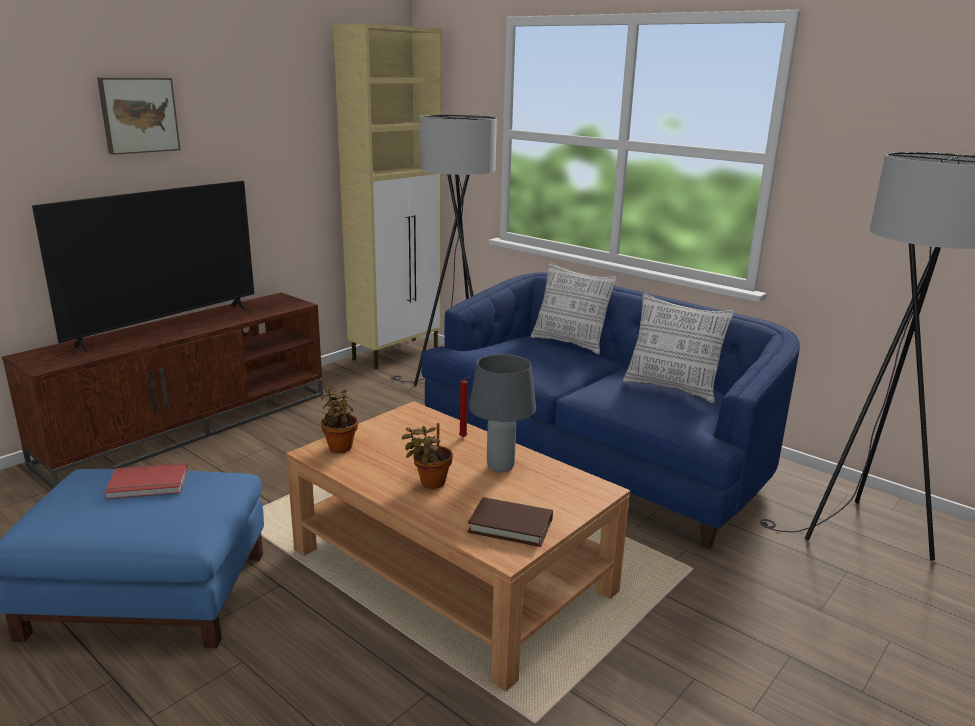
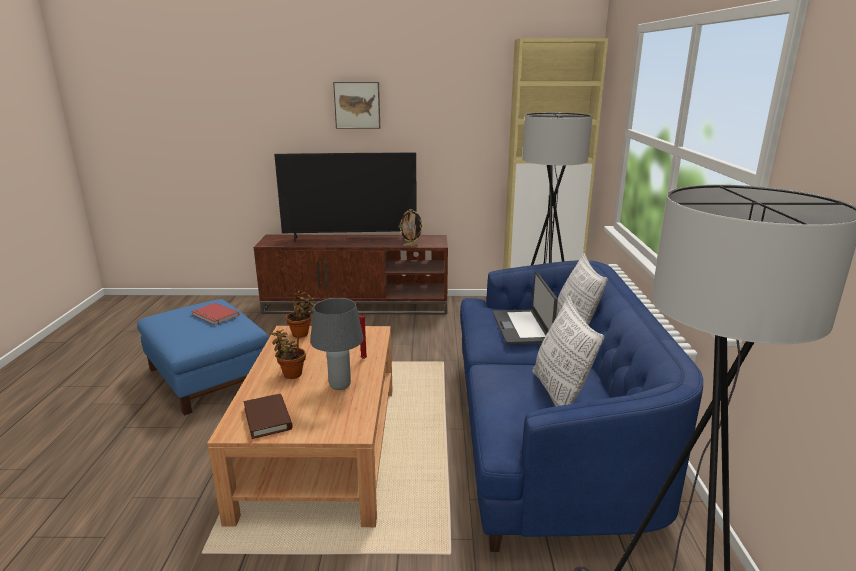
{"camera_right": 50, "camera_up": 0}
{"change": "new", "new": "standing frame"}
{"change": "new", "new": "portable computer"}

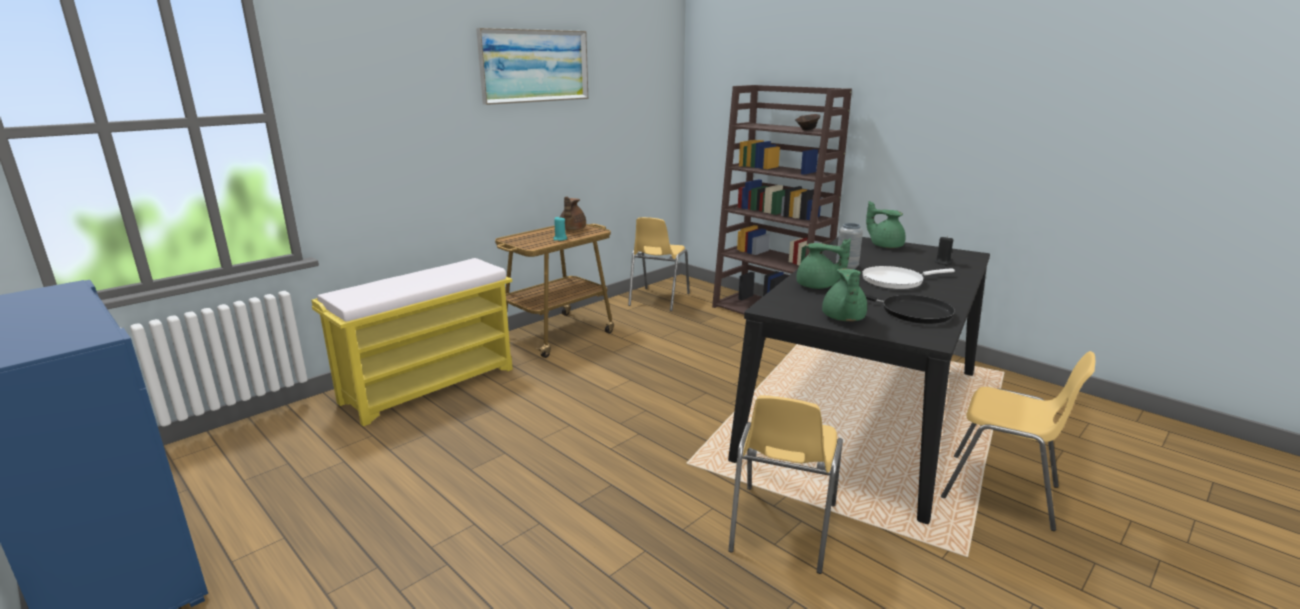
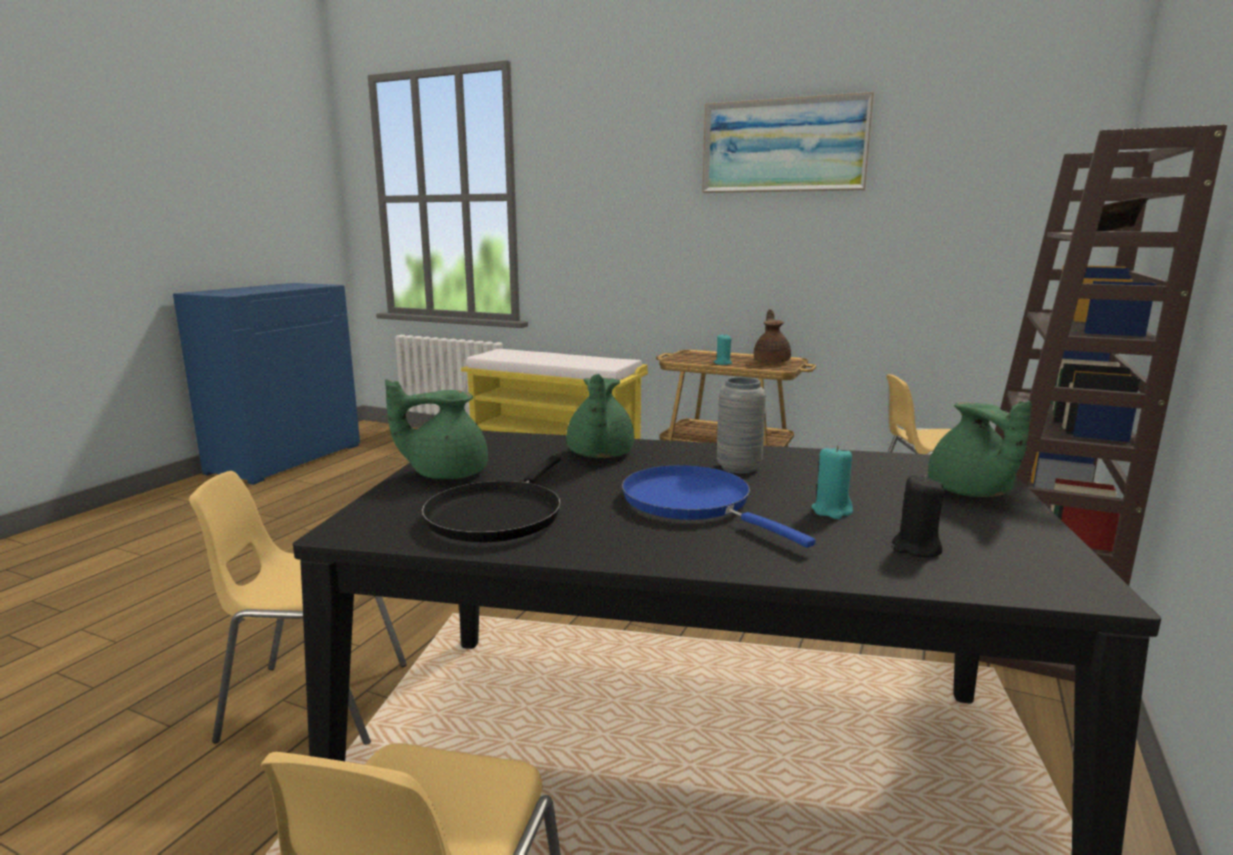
{"camera_right": 70, "camera_up": -5}
{"change": "rotated", "old": "tea pot (brown-coloured)", "degrees": 105}
{"change": "rotated", "old": "tea pot (green-coloured) (no. 3 from left)", "degrees": 150}
{"change": "repainted", "old": "skillet (whitish)", "new": "skillet (bluish)"}
{"change": "new", "new": "wax candle (turquoise) (no. 2 from left)"}

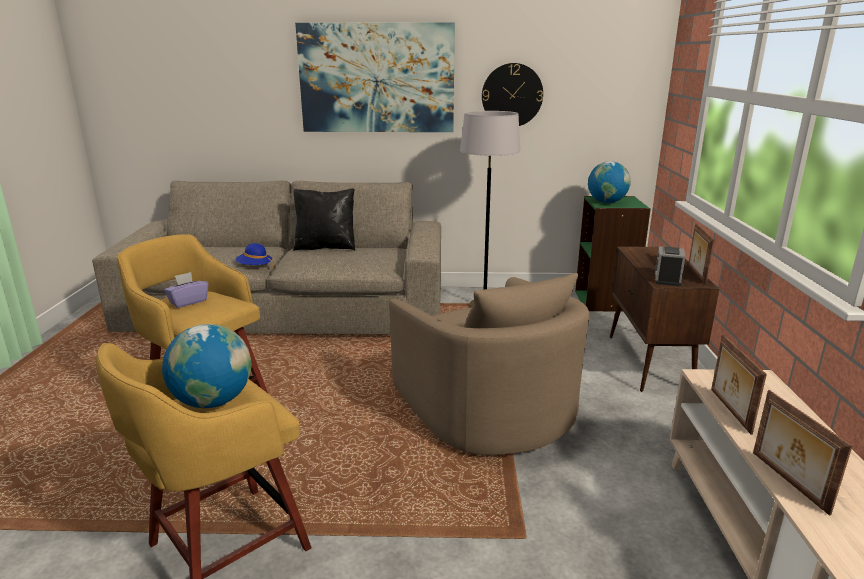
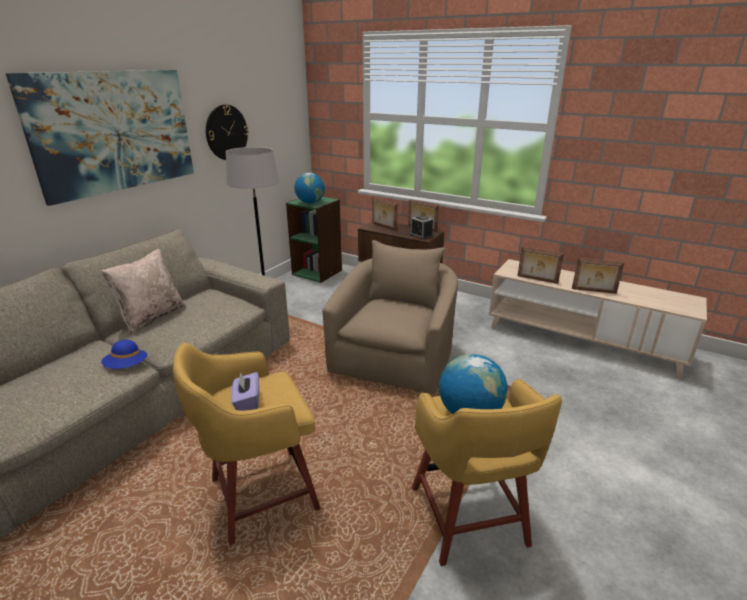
{"camera_right": -60, "camera_up": 5}
{"change": "repainted", "old": "throw pillow (black)", "new": "throw pillow (beige)"}
{"change": "rotated", "old": "armchair (beige)", "degrees": -75}
{"change": "new", "new": "standing frame (no. 1 from left)"}

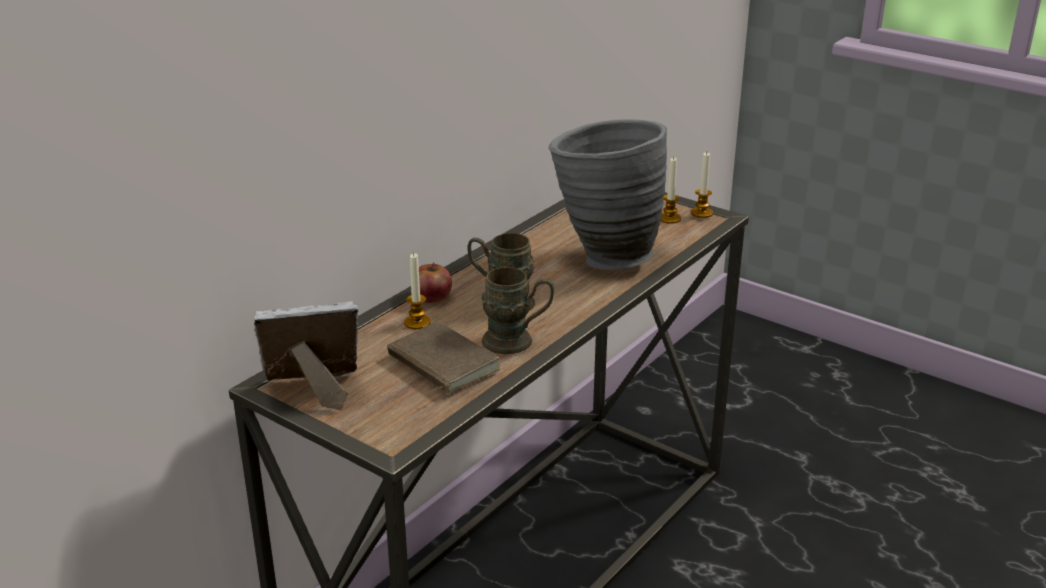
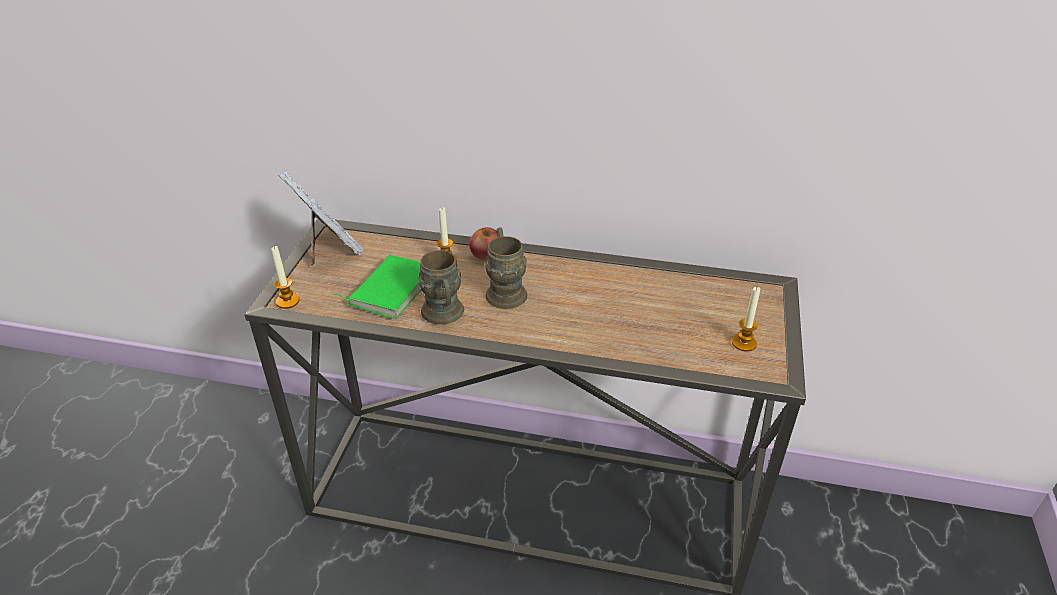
{"camera_right": 65, "camera_up": 10}
{"change": "gone", "old": "decorative vase (greyish)"}
{"change": "shifted", "old": "wax candle (no. 3 from left in the first image)", "new": "wax candle (no. 1 from left)"}
{"change": "repainted", "old": "bound book (brown-coloured)", "new": "bound book (green-coloured)"}

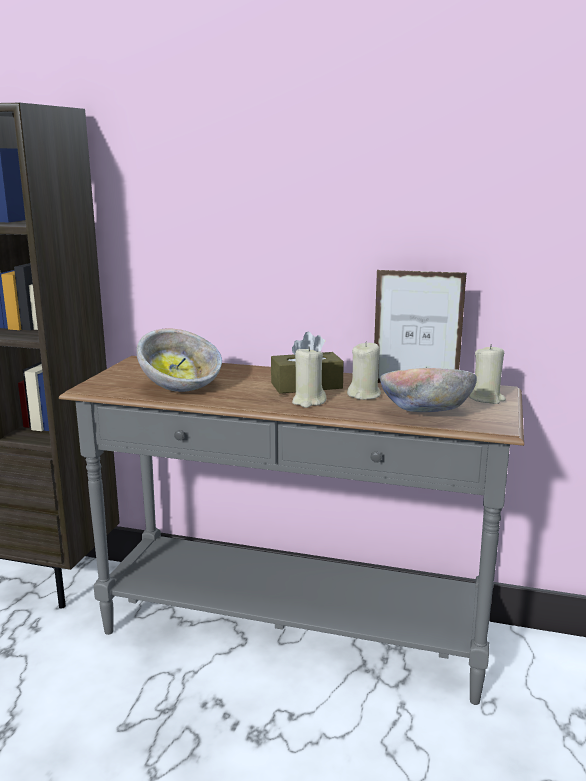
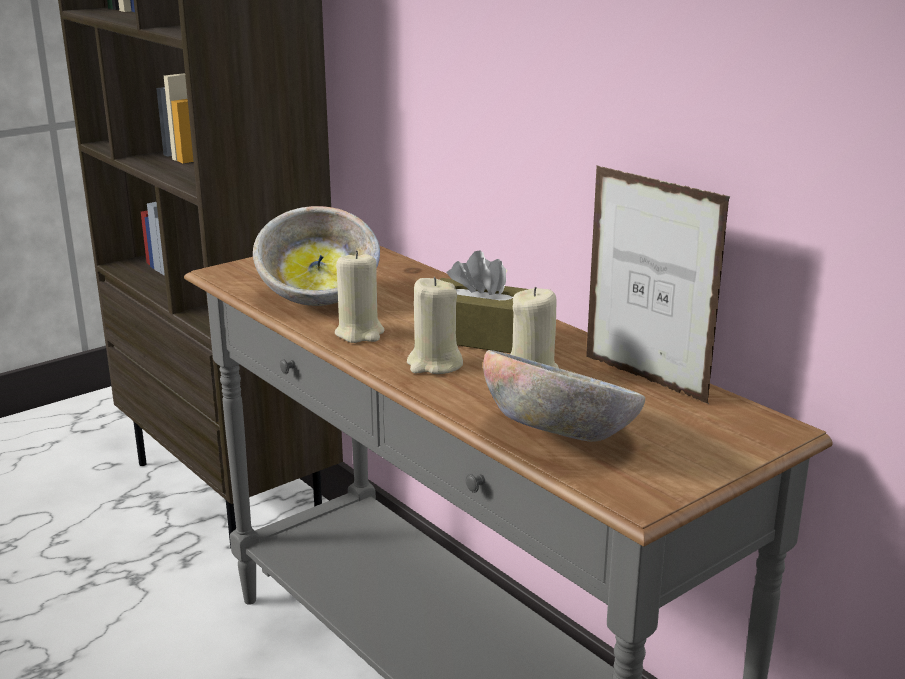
{"camera_right": 35, "camera_up": 5}
{"change": "shifted", "old": "wax candle (beige) (no. 3 from left in the first image)", "new": "wax candle (beige) (no. 1 from left)"}

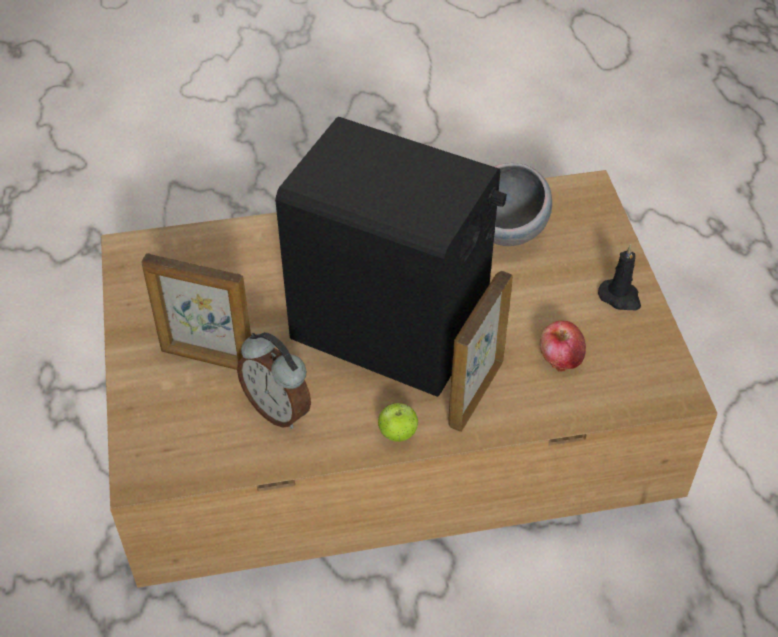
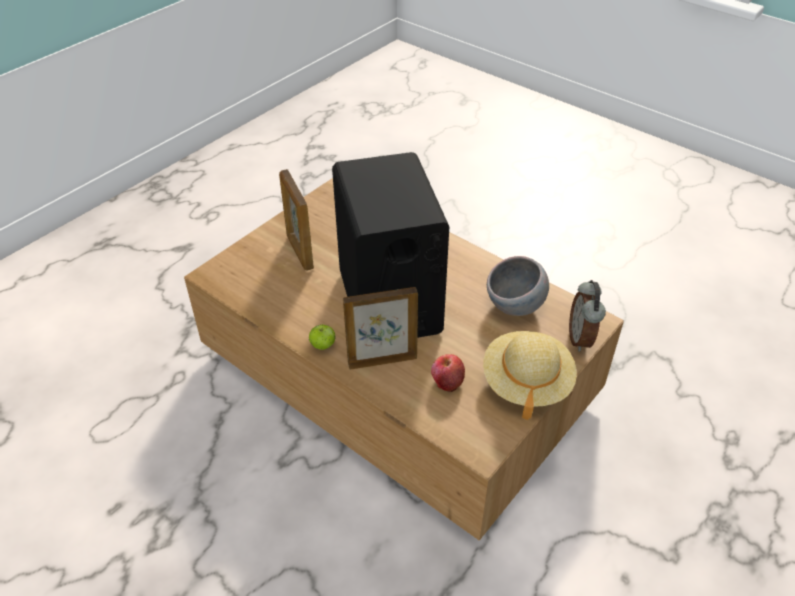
{"camera_right": 50, "camera_up": -5}
{"change": "swapped", "old": "wax candle (black)", "new": "wearable hat (beige)"}
{"change": "shifted", "old": "alarm clock"}

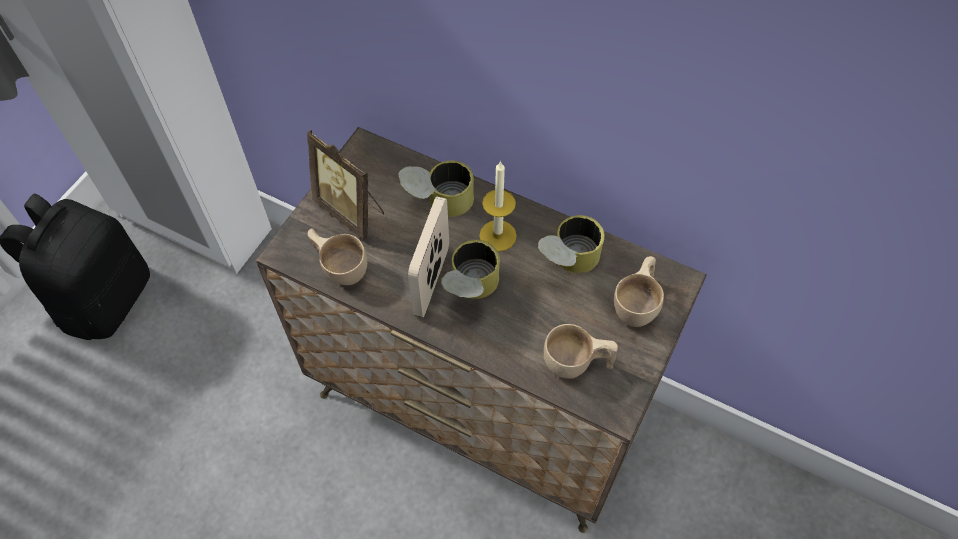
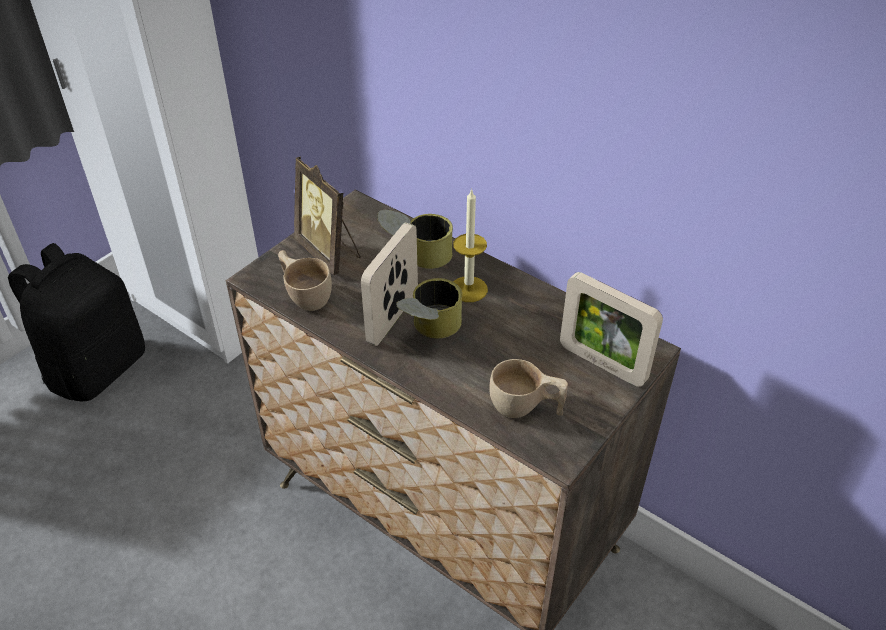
{"camera_right": 10, "camera_up": -15}
{"change": "gone", "old": "metal can (no. 3 from left)"}
{"change": "swapped", "old": "cup (beige) (no. 3 from left)", "new": "standing frame (no. 3 from left)"}

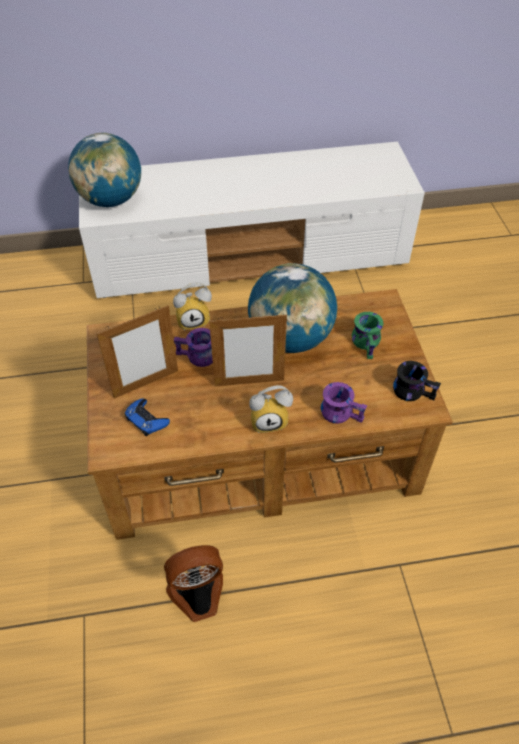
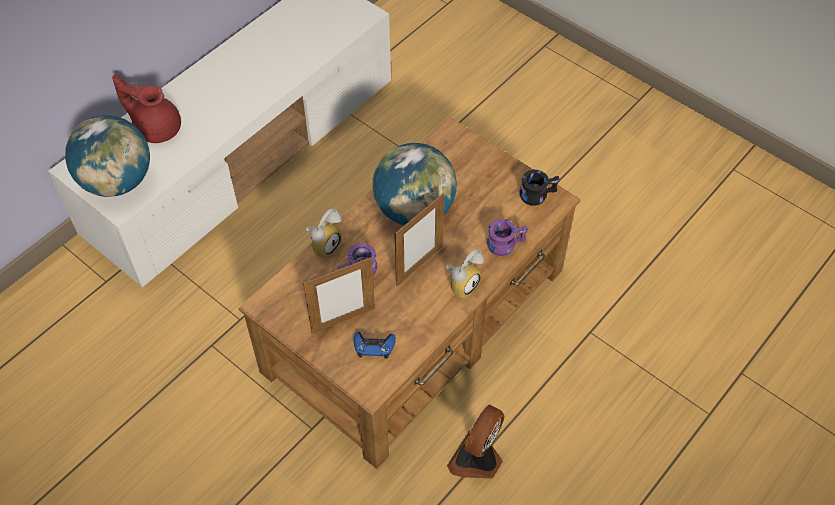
{"camera_right": -40, "camera_up": 5}
{"change": "rotated", "old": "standing frame (no. 1 from left)", "degrees": 45}
{"change": "gone", "old": "tea mug (green-coloured)"}
{"change": "new", "new": "tea pot (red)"}

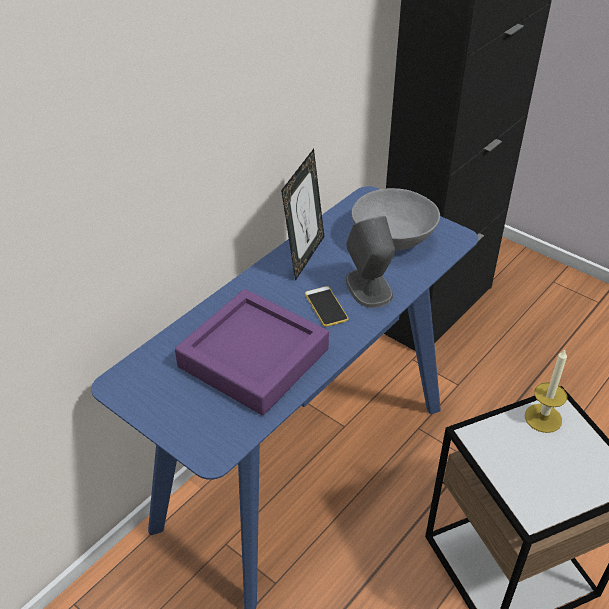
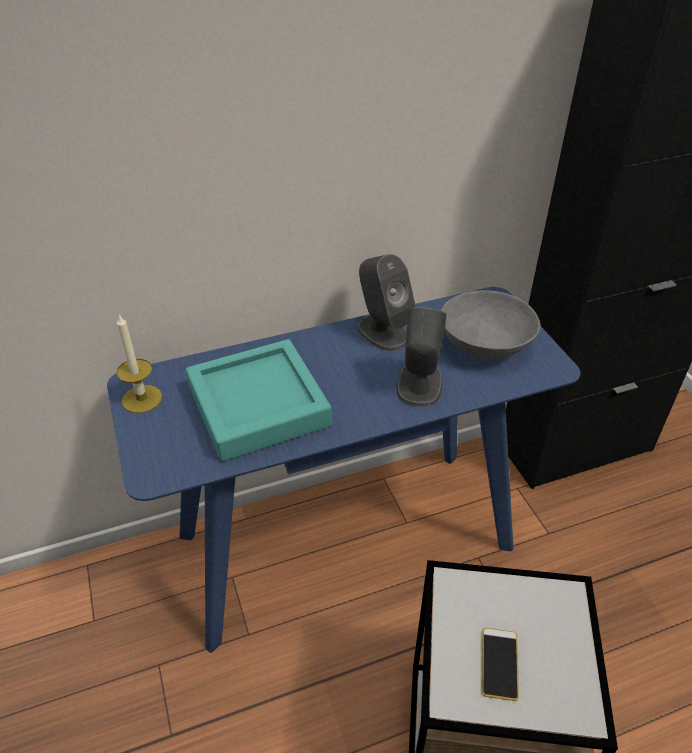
{"camera_right": 30, "camera_up": 0}
{"change": "swapped", "old": "standing frame", "new": "speaker (greyish) (no. 1 from left)"}
{"change": "shifted", "old": "telephone"}
{"change": "repainted", "old": "serving tray (purple)", "new": "serving tray (turquoise)"}
{"change": "shifted", "old": "wax candle"}

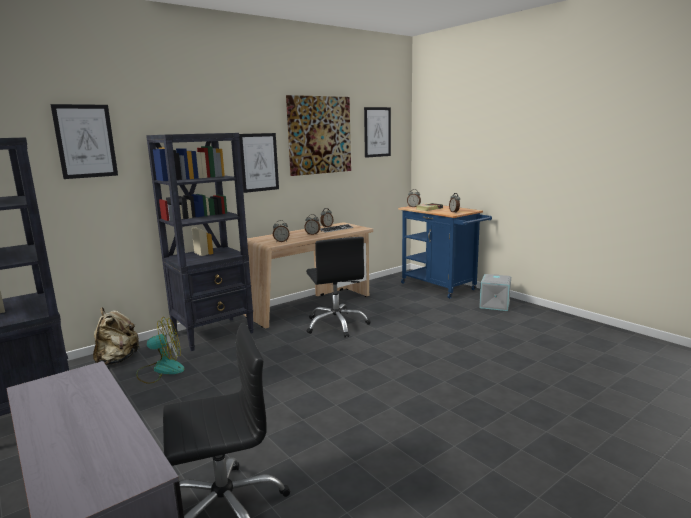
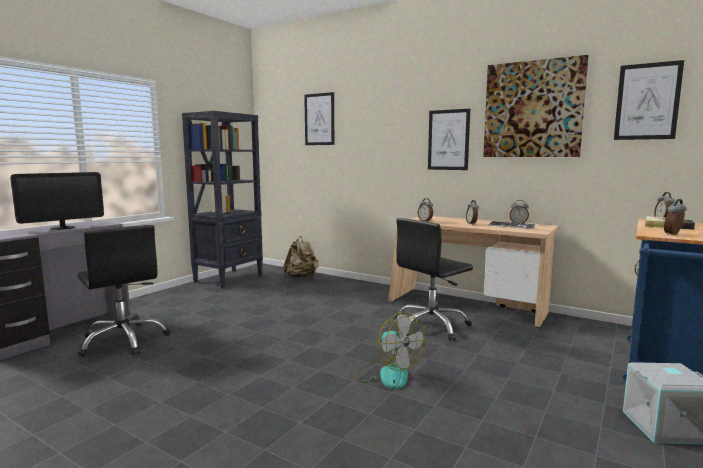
{"camera_right": 70, "camera_up": -5}
{"change": "gone", "old": "shelving unit (black) (no. 2 from left)"}
{"change": "shifted", "old": "cooling fan"}
{"change": "new", "new": "monitor"}

